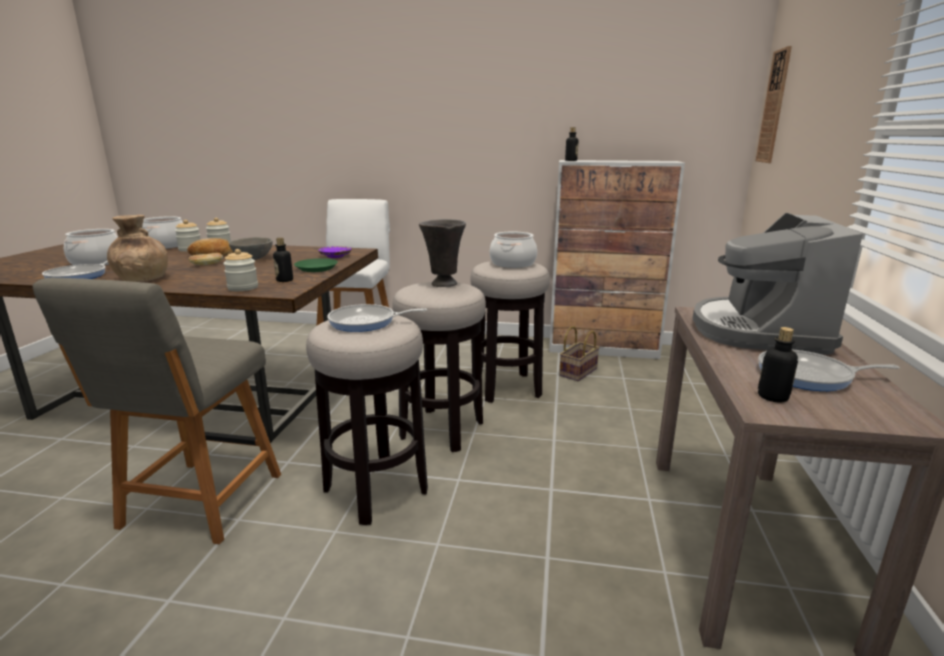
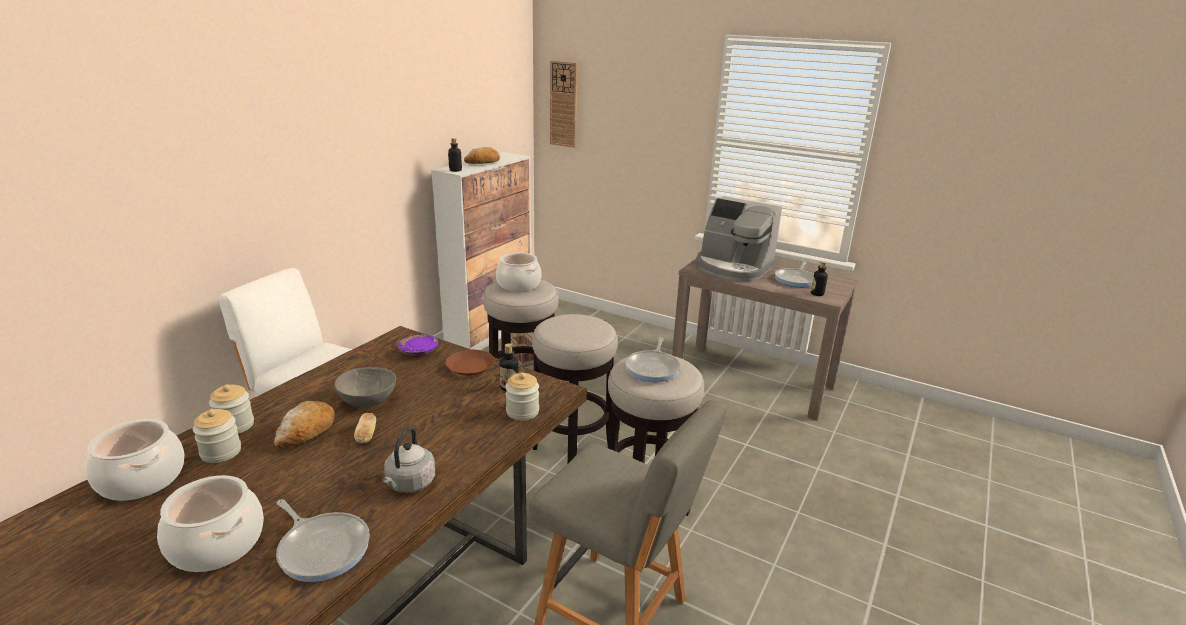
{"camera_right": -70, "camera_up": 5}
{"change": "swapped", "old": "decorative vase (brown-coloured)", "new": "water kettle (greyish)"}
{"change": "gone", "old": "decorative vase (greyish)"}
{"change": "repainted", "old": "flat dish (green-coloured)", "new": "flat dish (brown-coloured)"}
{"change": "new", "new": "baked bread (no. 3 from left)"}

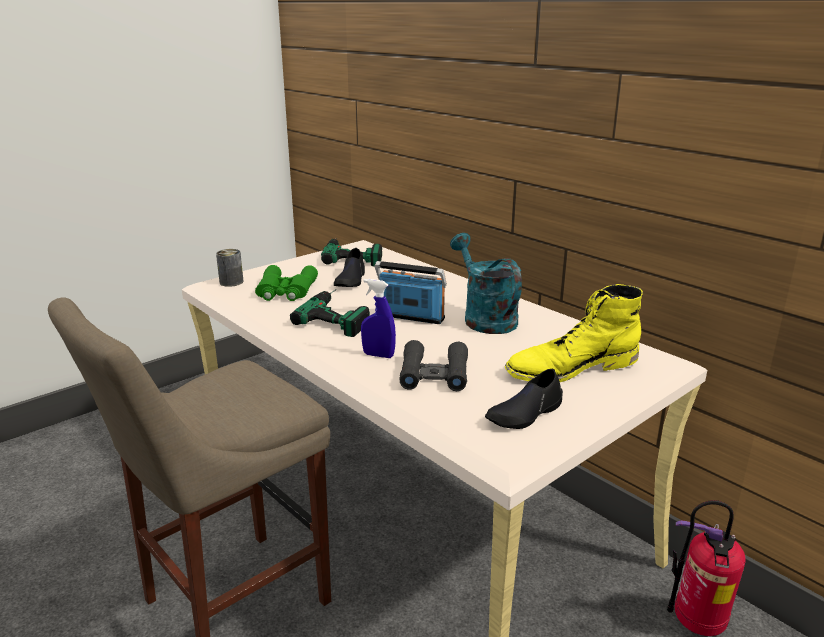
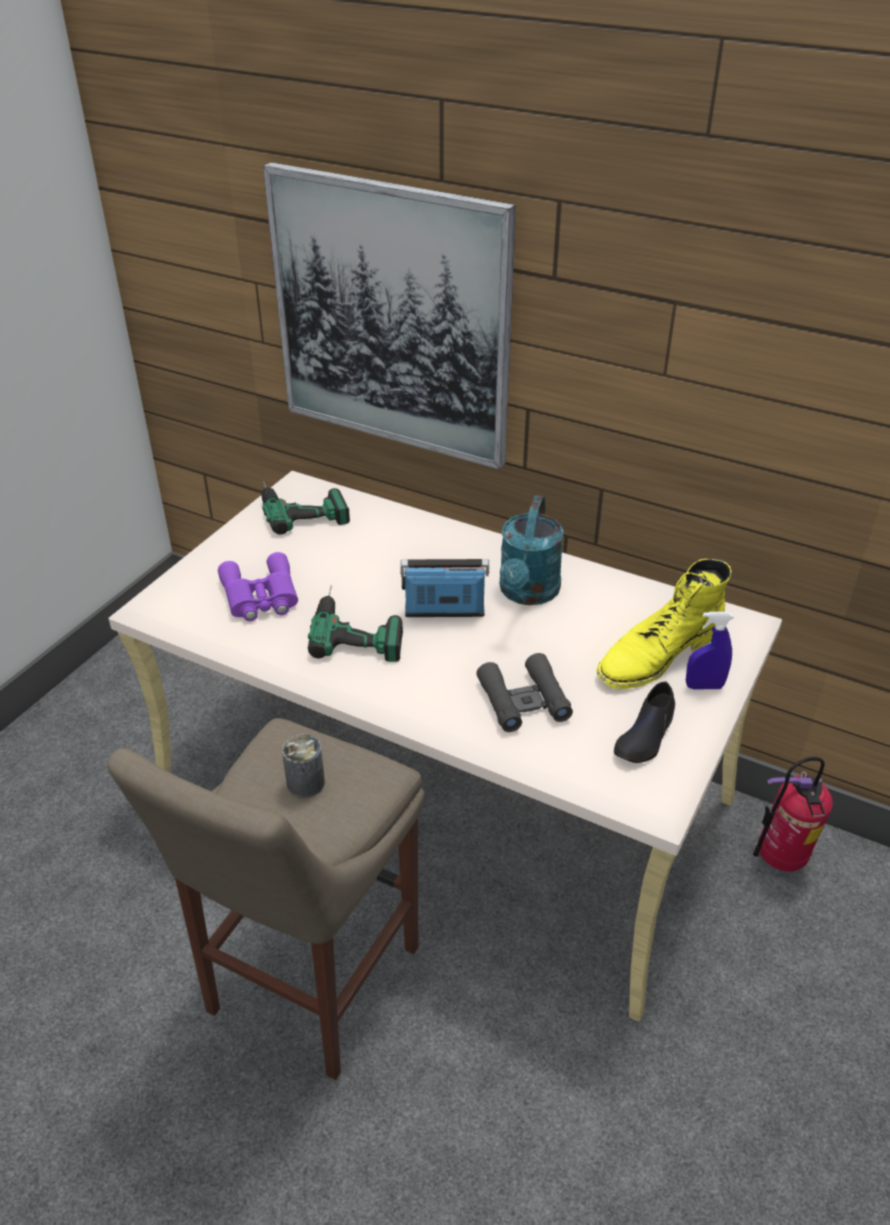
{"camera_right": -20, "camera_up": 15}
{"change": "rotated", "old": "watering pot (turquoise)", "degrees": -120}
{"change": "gone", "old": "low shoe (black) (no. 1 from left)"}
{"change": "shifted", "old": "metal can"}
{"change": "repainted", "old": "field glasses (green-coloured)", "new": "field glasses (purple)"}
{"change": "shifted", "old": "sprayer (bluish)"}
{"change": "new", "new": "wall picture"}

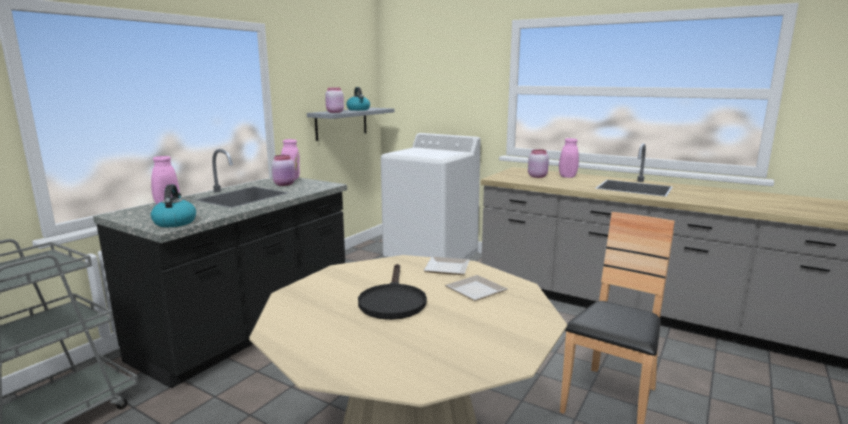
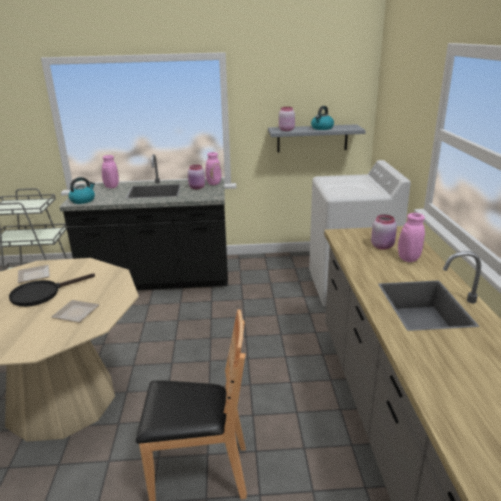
{"camera_right": 55, "camera_up": 10}
{"change": "shifted", "old": "flat dish (no. 1 from left)"}

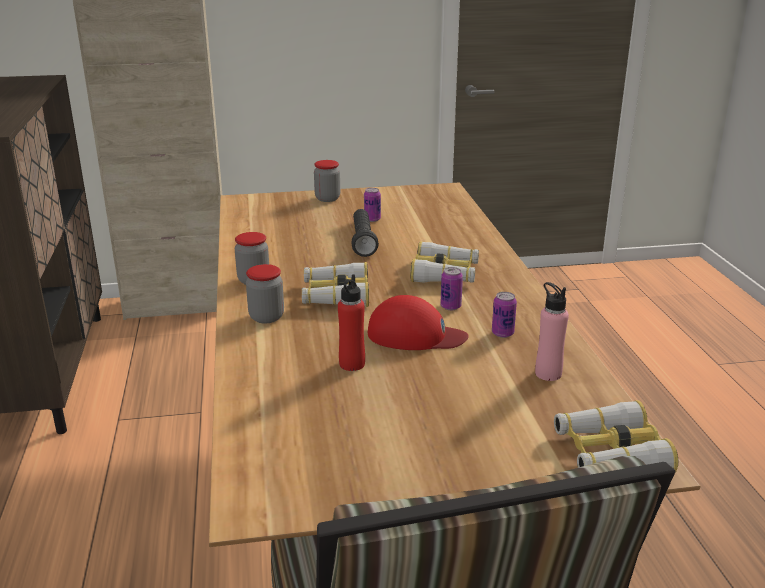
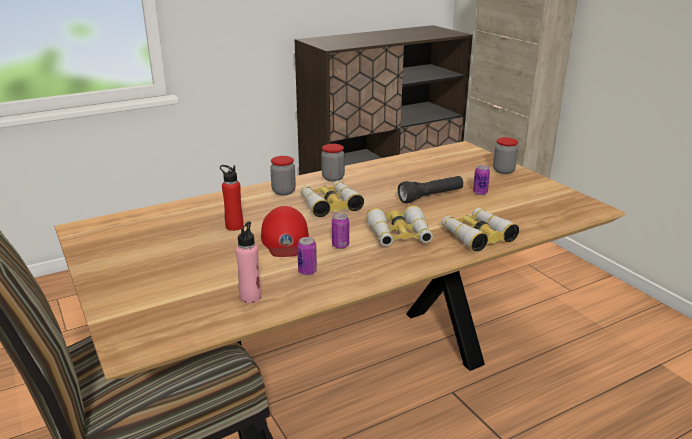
{"camera_right": 70, "camera_up": 0}
{"change": "shifted", "old": "field glasses (no. 3 from left)"}

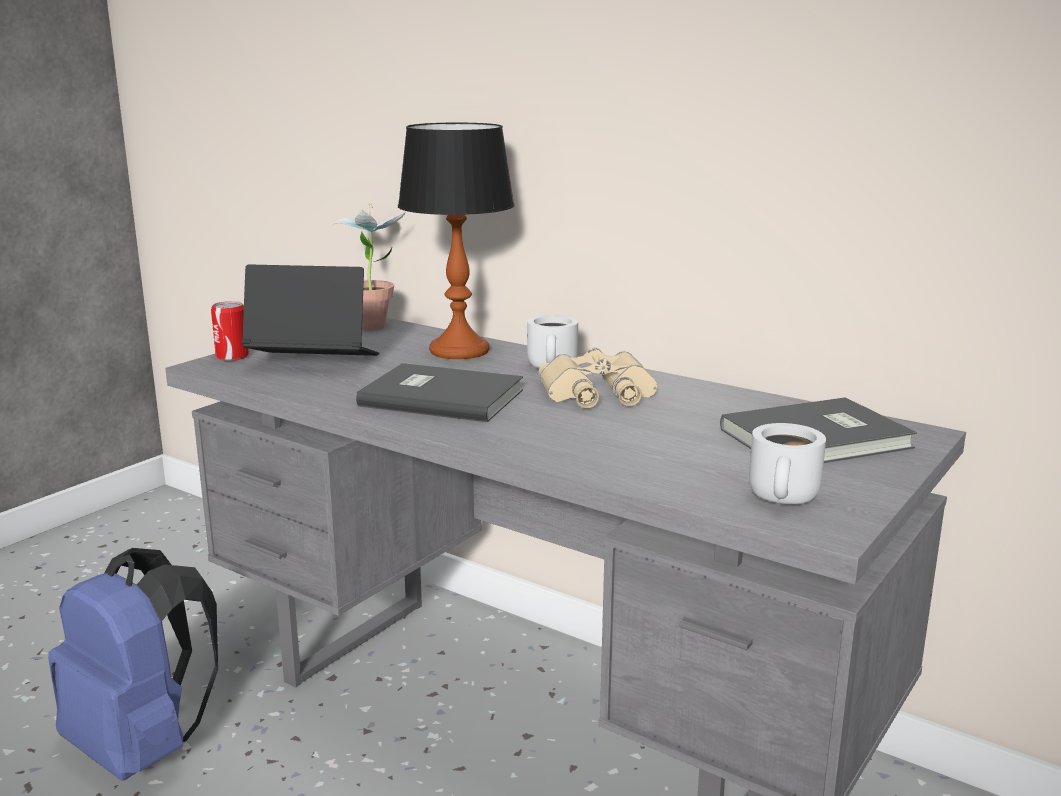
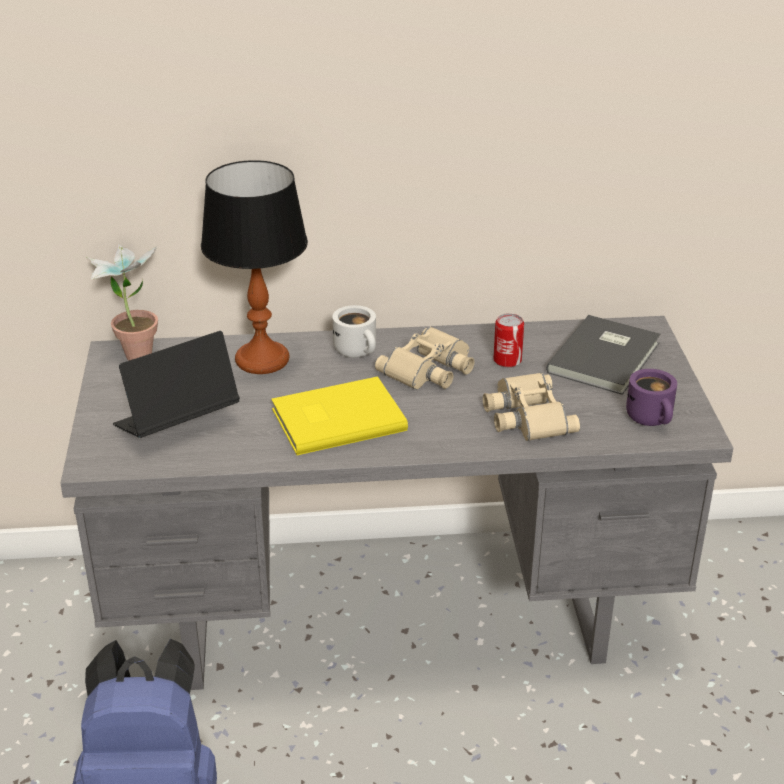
{"camera_right": -40, "camera_up": 15}
{"change": "shifted", "old": "metal can"}
{"change": "repainted", "old": "bound book (greyish) (no. 1 from left)", "new": "bound book (yellow)"}
{"change": "repainted", "old": "tea mug (whitish) (no. 2 from left)", "new": "tea mug (purple)"}
{"change": "new", "new": "field glasses (beige) (no. 2 from left)"}

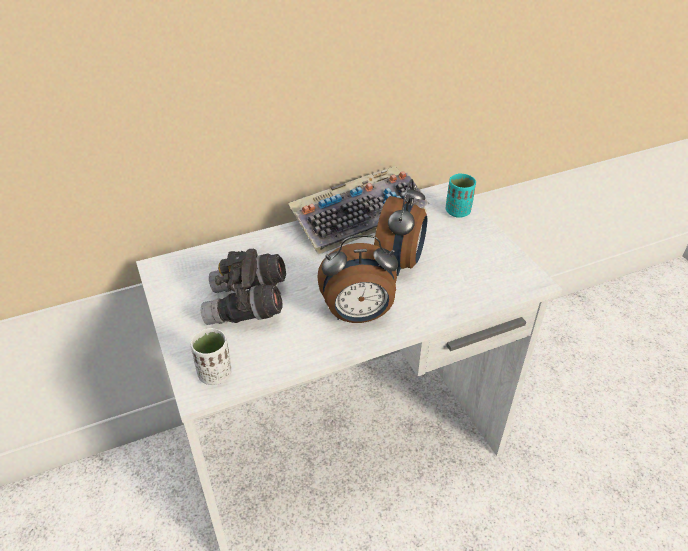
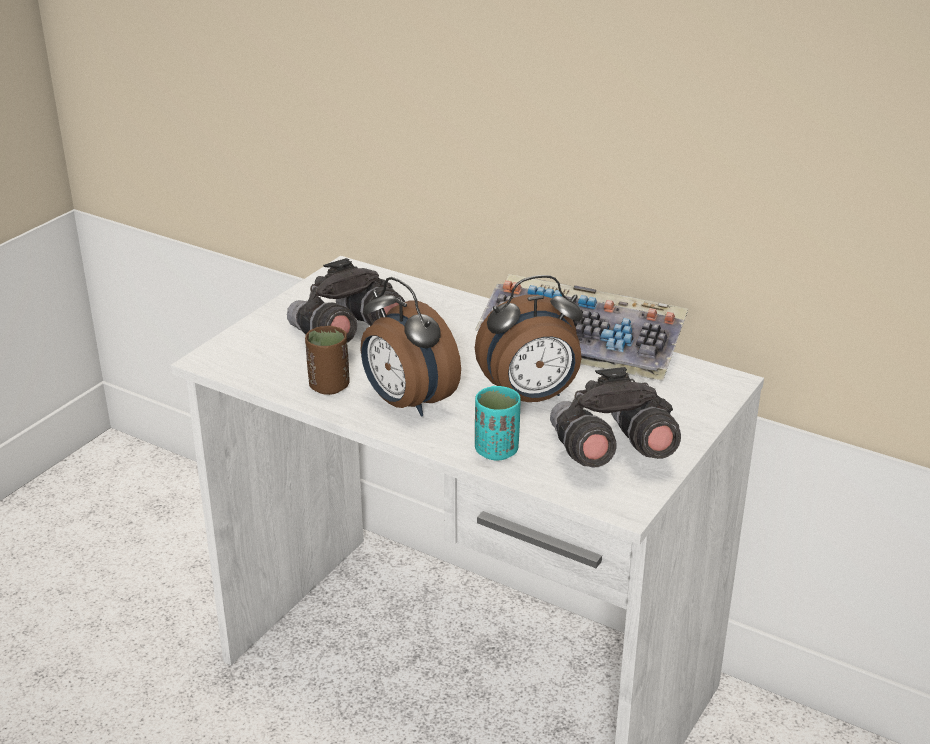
{"camera_right": 55, "camera_up": -10}
{"change": "shifted", "old": "cup (turquoise)"}
{"change": "gone", "old": "cup (whitish)"}
{"change": "new", "new": "cup (brown-coloured)"}
{"change": "new", "new": "field glasses (greyish) (no. 2 from left)"}

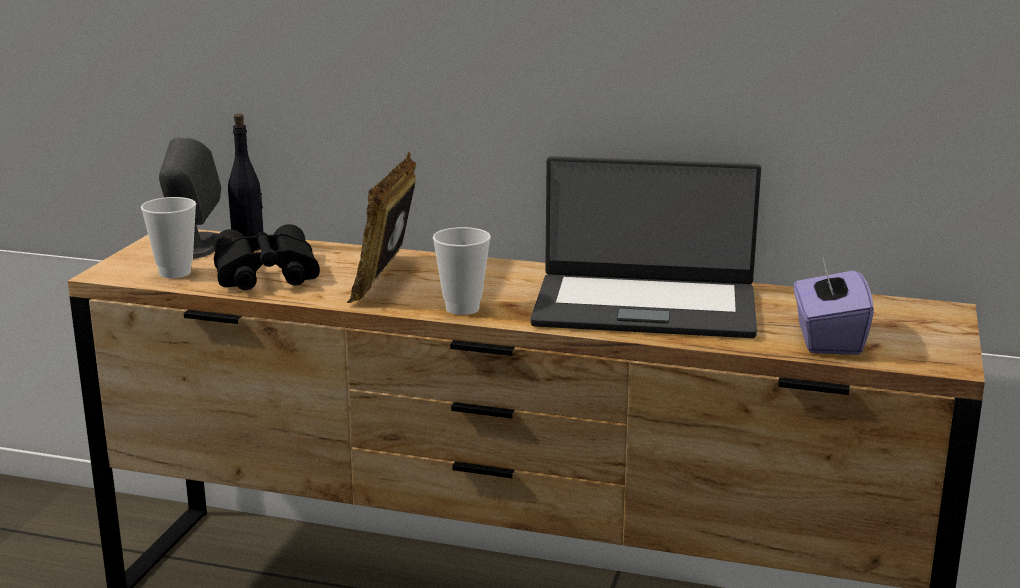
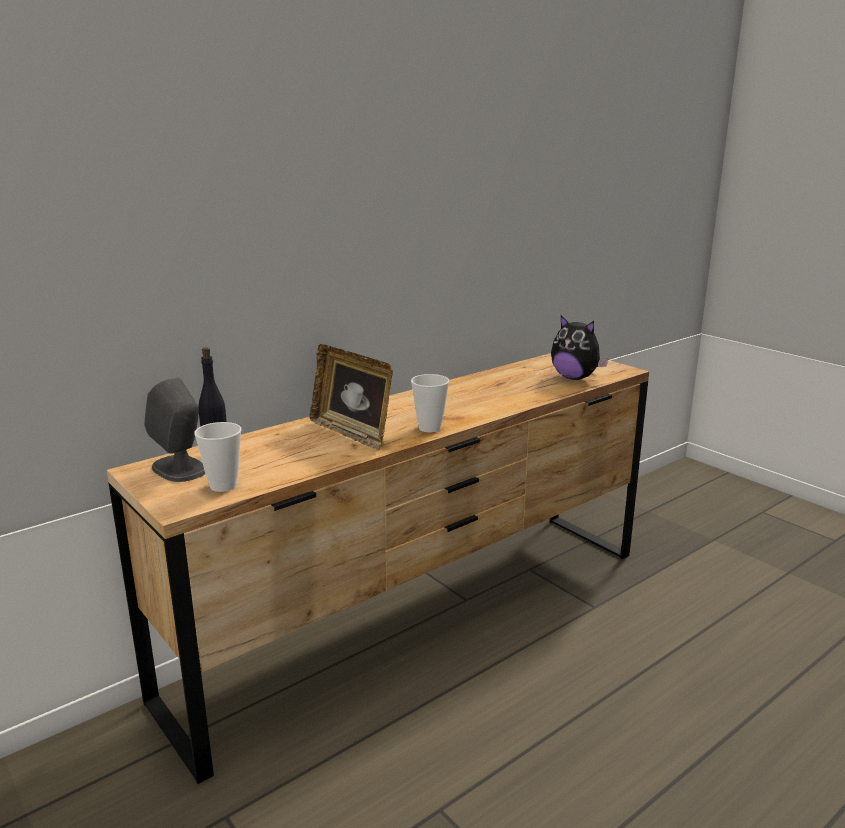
{"camera_right": -55, "camera_up": 0}
{"change": "gone", "old": "portable computer"}
{"change": "gone", "old": "field glasses (black)"}
{"change": "swapped", "old": "tissue holder (purple)", "new": "cuddly toy"}

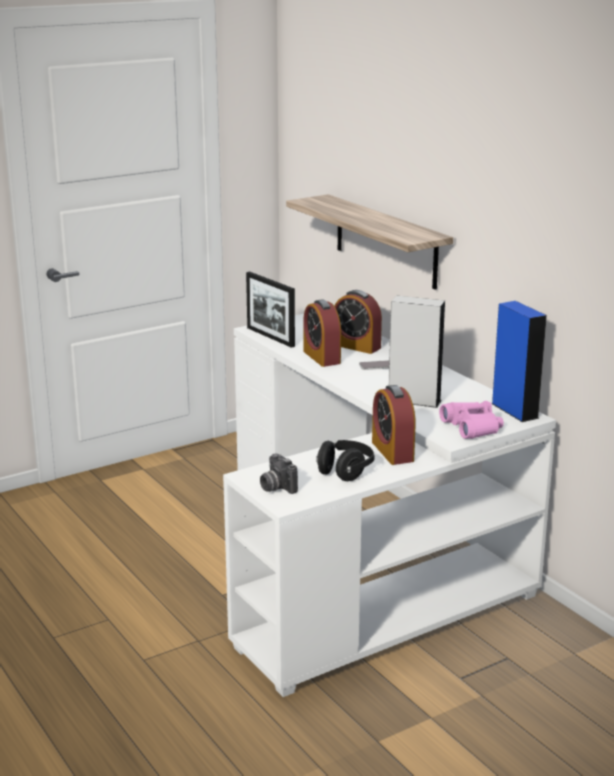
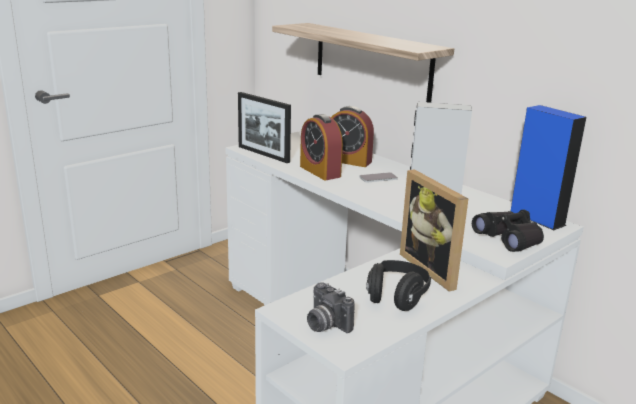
{"camera_right": -10, "camera_up": 0}
{"change": "swapped", "old": "alarm clock (no. 3 from left)", "new": "standing frame (no. 2 from left)"}
{"change": "repainted", "old": "field glasses (pink)", "new": "field glasses (black)"}

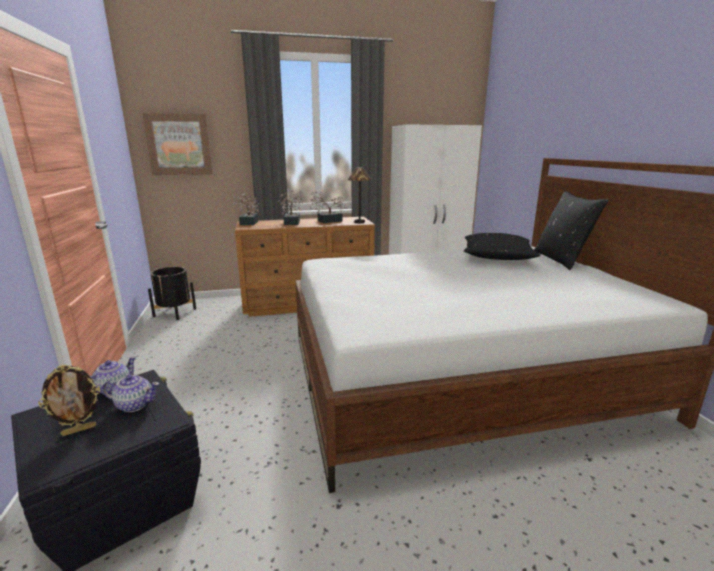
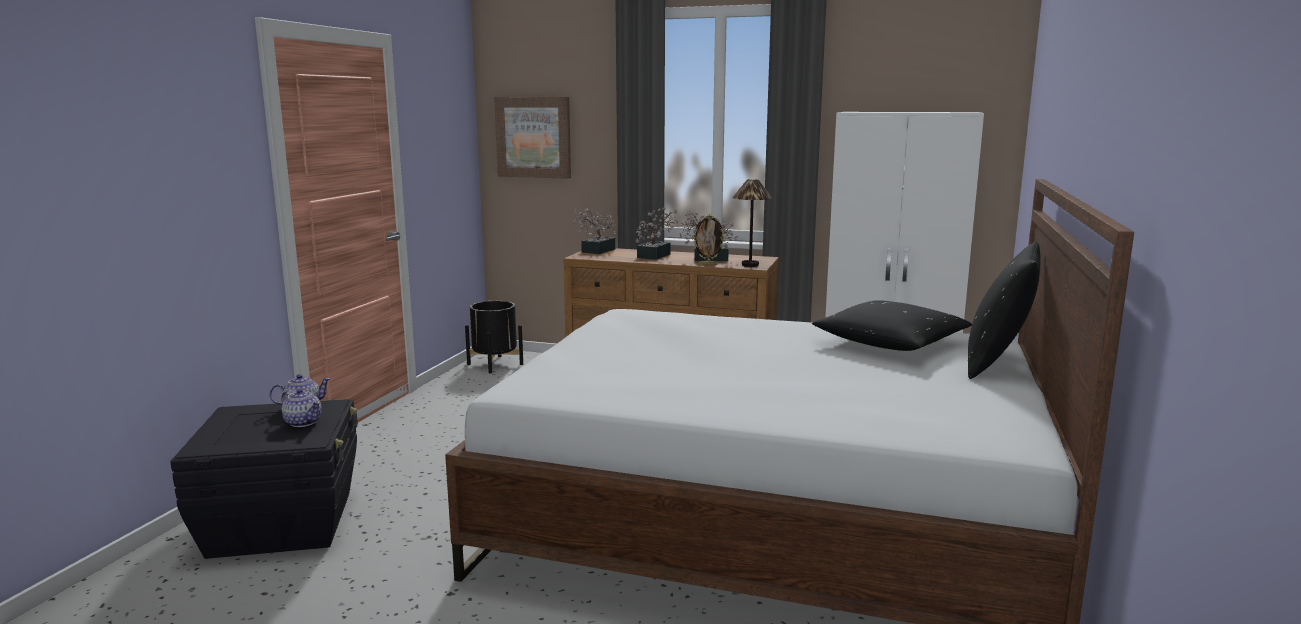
{"camera_right": 30, "camera_up": -5}
{"change": "shifted", "old": "standing frame"}

